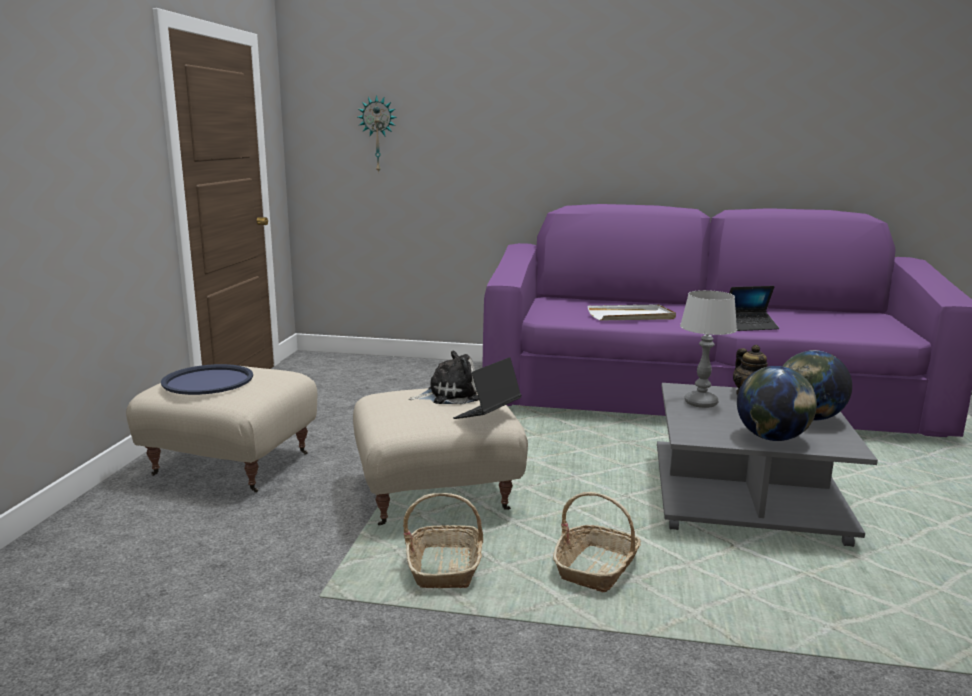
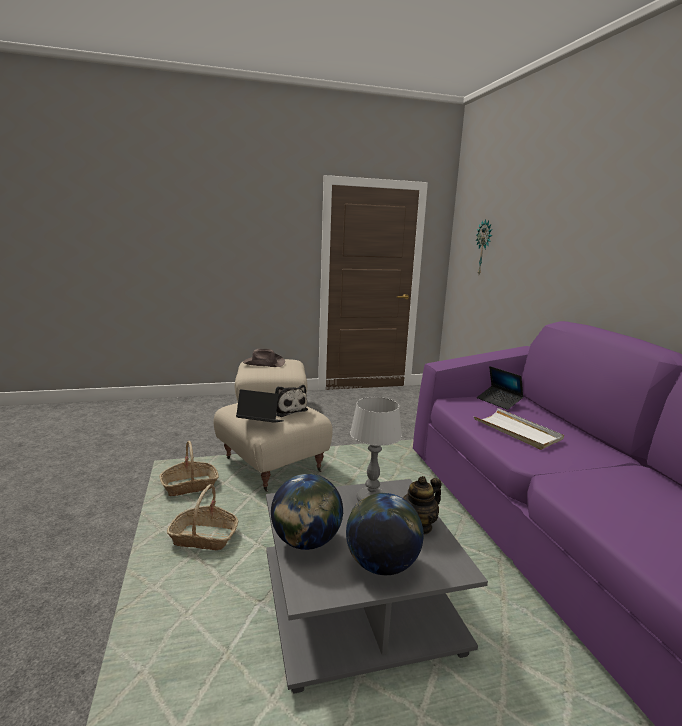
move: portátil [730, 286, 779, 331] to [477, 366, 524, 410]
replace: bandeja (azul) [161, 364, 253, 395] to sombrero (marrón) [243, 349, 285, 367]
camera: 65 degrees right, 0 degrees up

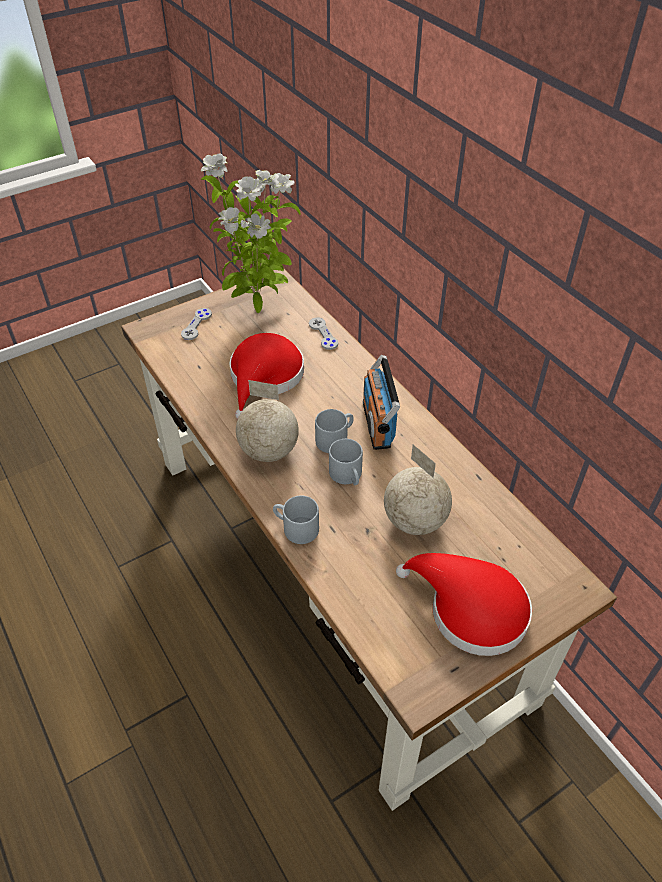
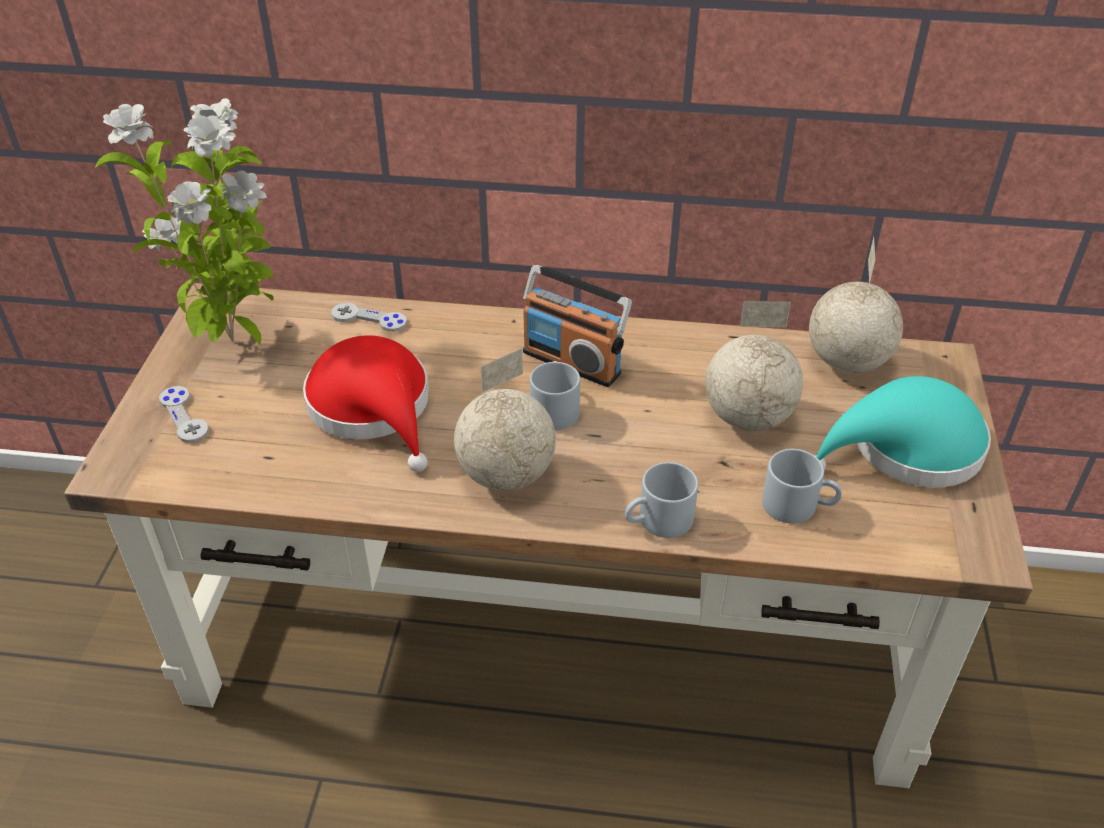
insert: globo terráqueo [809, 237, 903, 373]
move: taza grande (gris) [329, 439, 363, 485] to [762, 449, 842, 524]
recolor: sombrero (rojo) [396, 553, 532, 656] to sombrero (turquesa) [814, 376, 991, 488]
camera: 50 degrees left, 5 degrees down

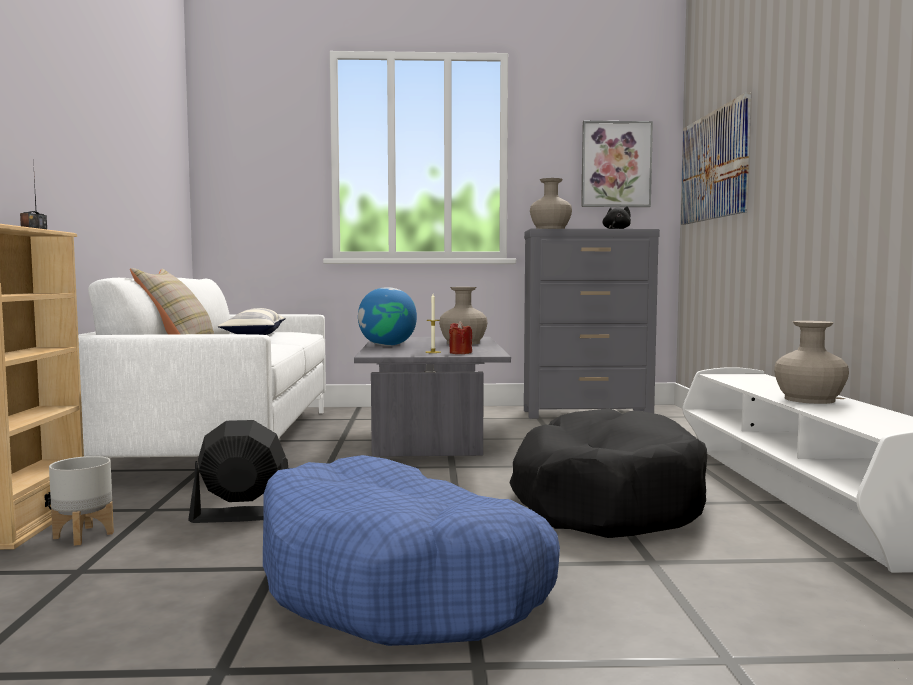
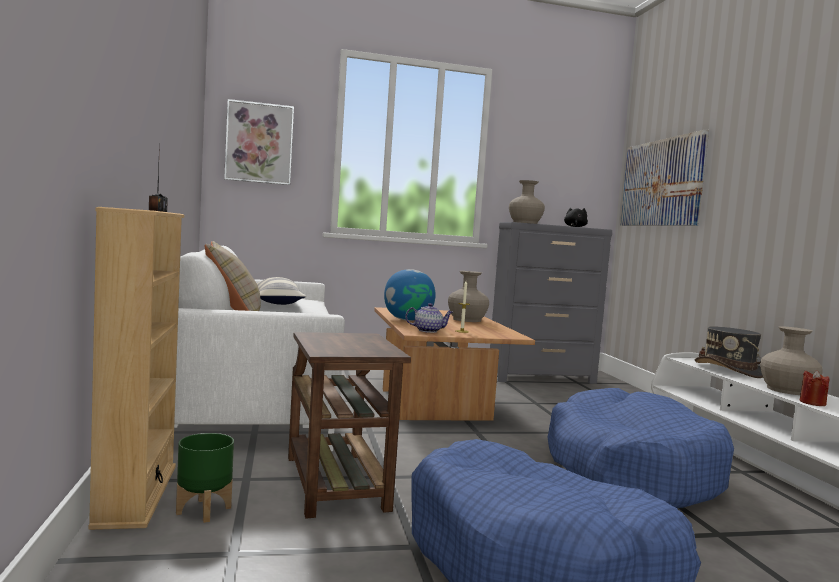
insert: tetera [405, 303, 453, 333]; sombrero (gris) [694, 326, 763, 378]
move: cuadro [581, 121, 653, 207] to [224, 99, 294, 185]; vela (rojo) [449, 321, 472, 354] to [800, 370, 829, 406]
replace: ventilador (negro) [188, 420, 288, 523] to mesa auxiliar (marrón) [288, 332, 411, 518]
recolor: mesa de centro (gris) [354, 337, 511, 457] to mesa de centro (marrón) [374, 307, 535, 421]; cama para perro (negro) [509, 408, 707, 538] to cama para perro (azul) [547, 388, 734, 508]; maceta (gris) [49, 456, 114, 546] to maceta (verde) [176, 433, 234, 523]
camera: 10 degrees left, 0 degrees up

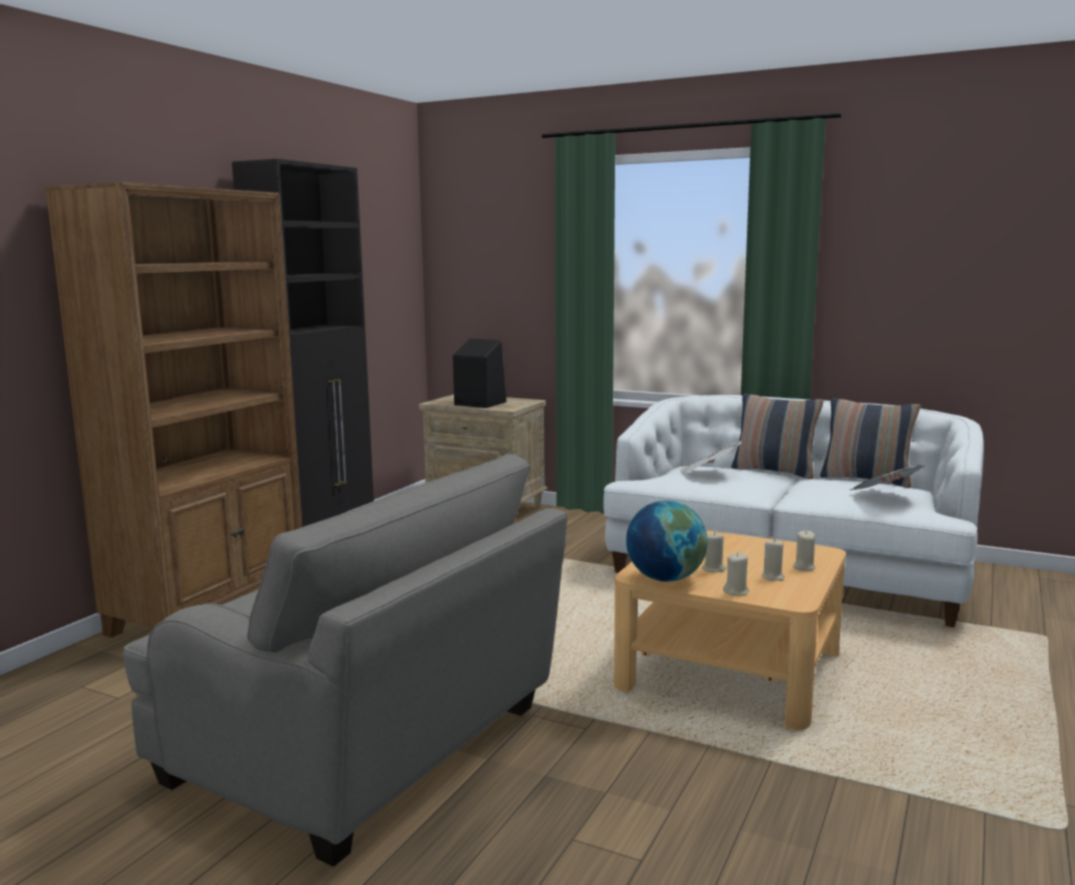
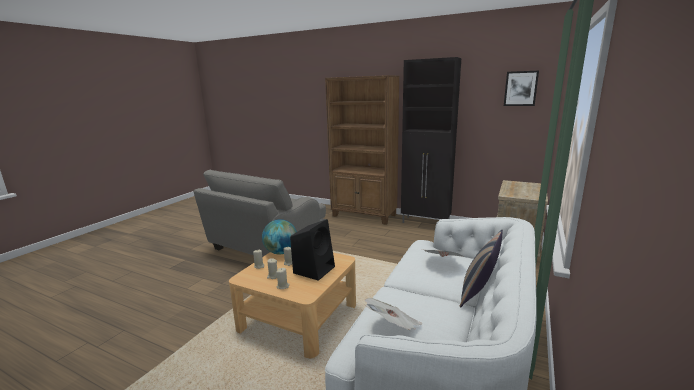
delete: cojín [820, 398, 920, 488]
insert: cuadro [504, 71, 539, 106]
move: altavoz (negro) [453, 338, 507, 408] to [290, 219, 335, 281]
camera: 90 degrees right, 5 degrees up

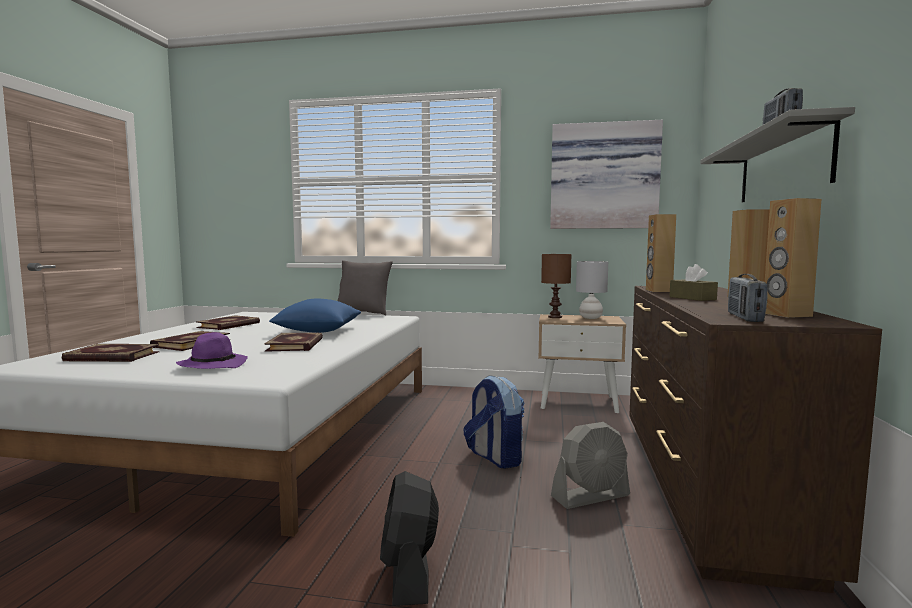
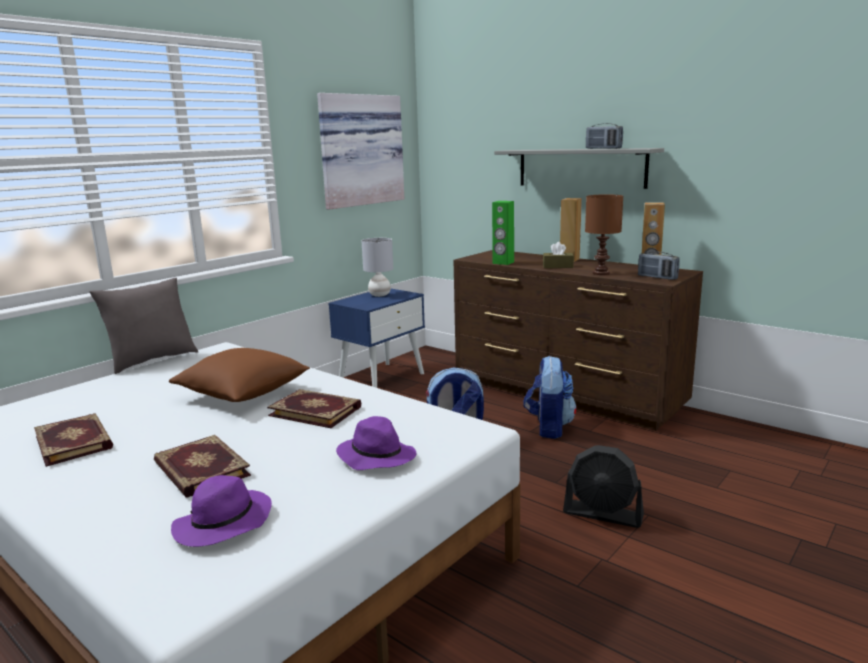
move: lámpara de mesa (marrón) [541, 254, 571, 318] to [585, 194, 623, 275]
replace: libro [62, 344, 159, 362] to sombrero (morado) [171, 475, 272, 547]; ventilador (gris) [551, 422, 630, 509] to mochila [524, 356, 577, 439]
recolor: altavoz (marrón) [646, 214, 676, 292] to altavoz (verde) [492, 201, 514, 265]; cojín (azul) [269, 299, 361, 333] to cojín (marrón) [169, 348, 310, 402]; mesita de noche (beis) [538, 314, 626, 413] to mesita de noche (azul) [328, 289, 425, 388]
camera: 60 degrees left, 10 degrees up

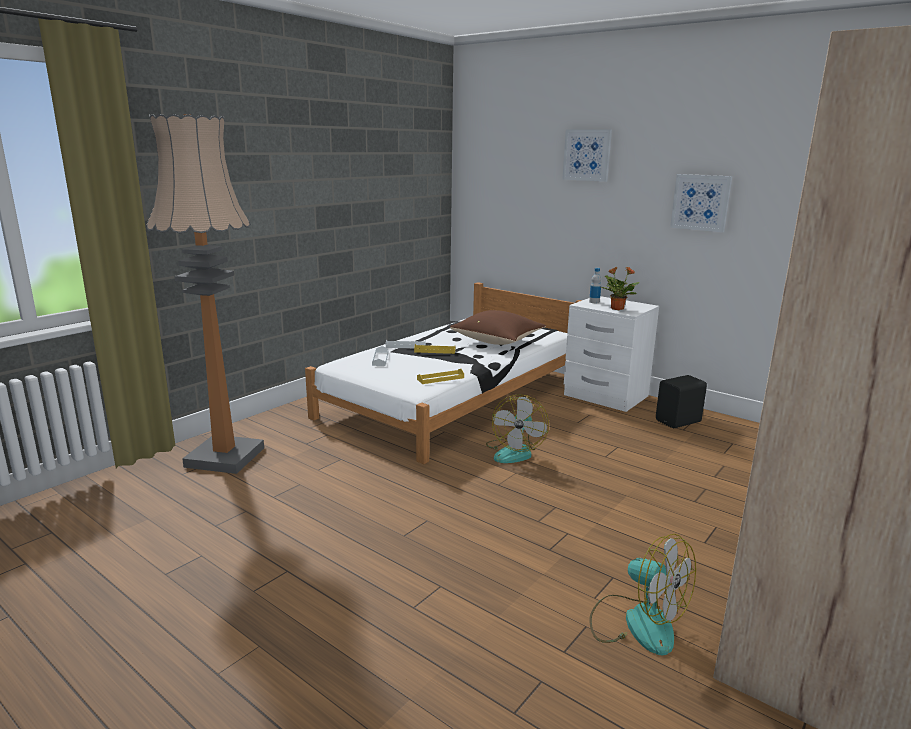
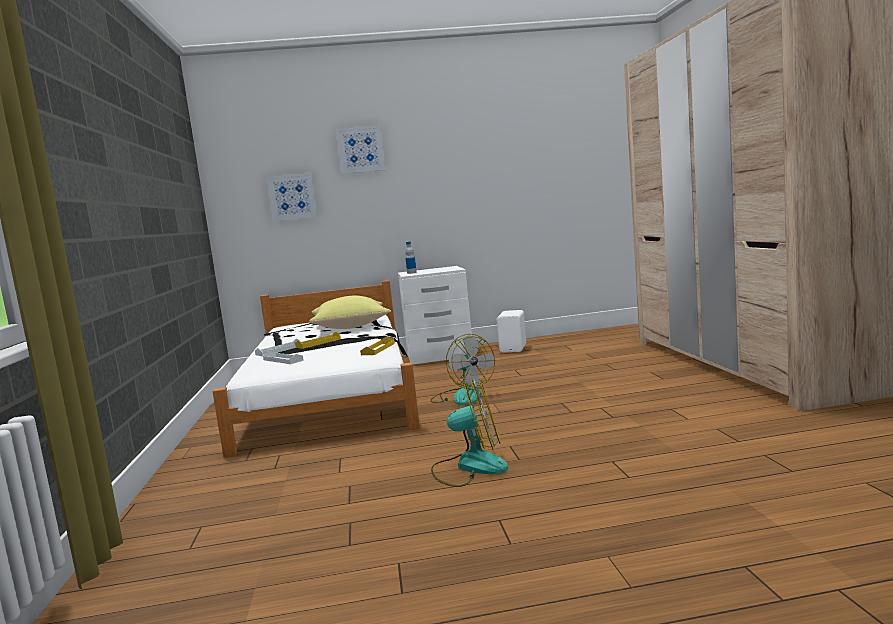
delete: lámpara de pie [146, 114, 264, 474]; planta en maceta [601, 267, 640, 310]
move: cuadro [670, 174, 732, 232] to [266, 172, 318, 222]; ventilador [589, 534, 696, 655] to [431, 378, 508, 487]
recolor: cojín (marrón) [450, 310, 546, 345] to cojín (amarillo) [309, 296, 391, 329]; altavoz (negro) [656, 375, 707, 428] to altavoz (blanco) [497, 310, 526, 353]
camera: 45 degrees left, 10 degrees down

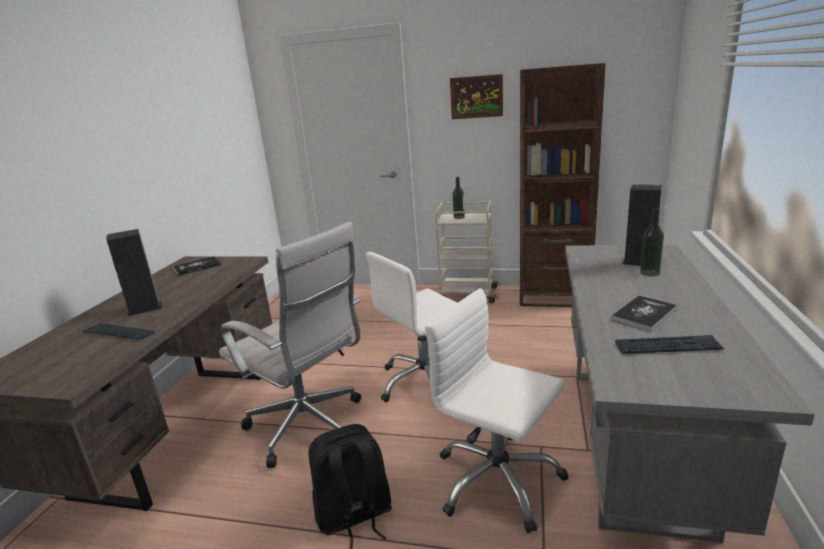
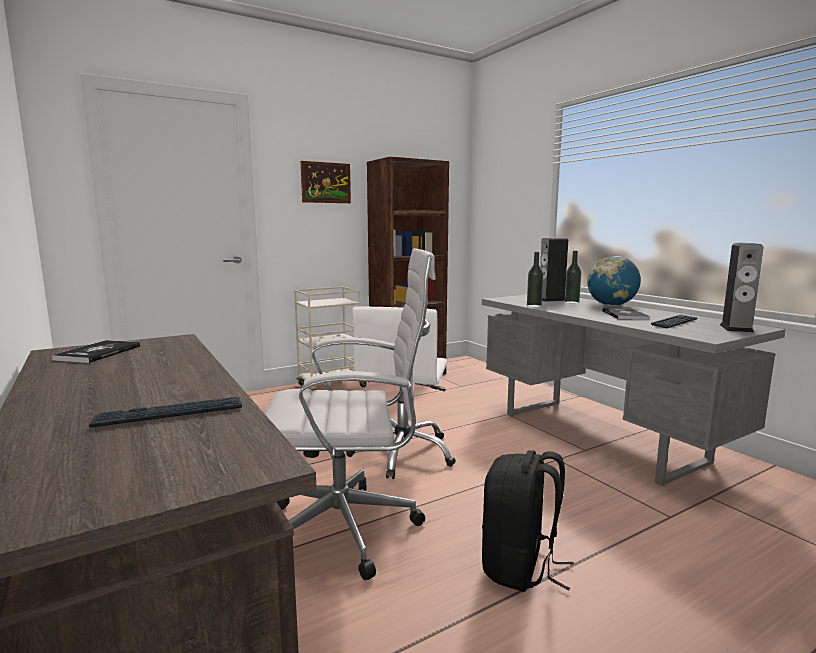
delete: silla de oficina (blanco) [425, 288, 569, 534]
insert: globo terráqueo [587, 256, 641, 306]
move: botella [453, 177, 465, 219] to [527, 252, 543, 307]; altavoz [106, 229, 162, 316] to [720, 243, 763, 333]
camera: 45 degrees left, 10 degrees down

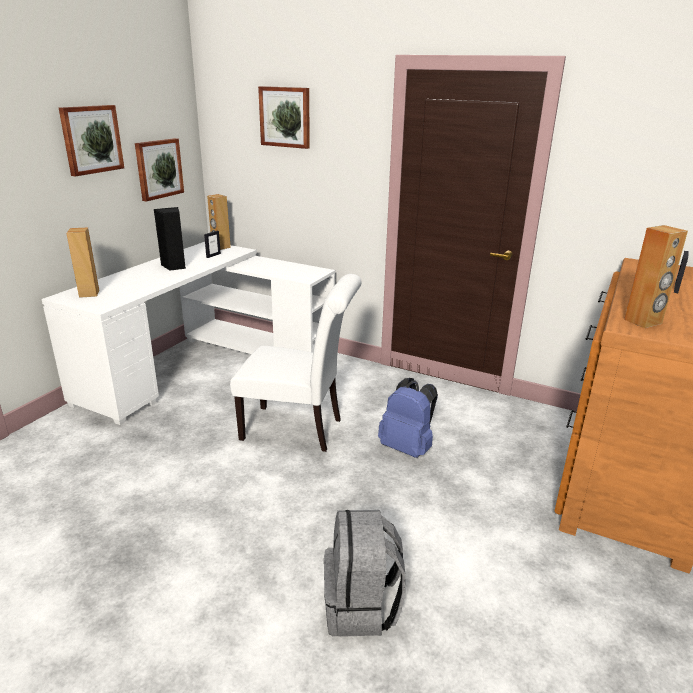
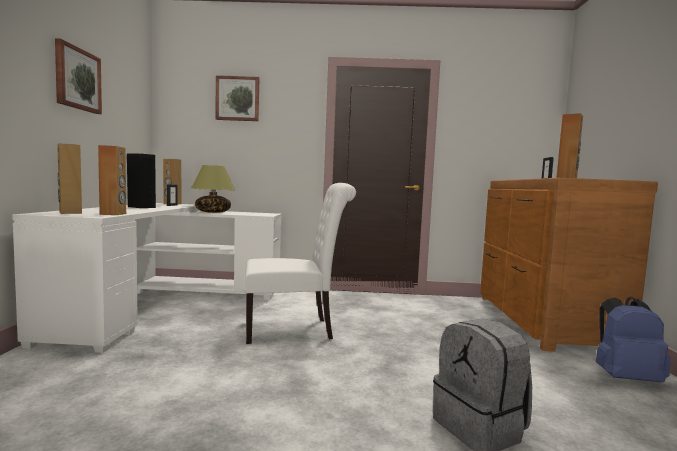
delete: cuadro [135, 138, 184, 202]
insert: altavoz (marrón) [98, 145, 126, 215]; lámpara de mesa [191, 165, 235, 213]
move: mochila (azul) [378, 378, 438, 458] to [596, 297, 671, 383]
camera: 25 degrees left, 20 degrees down

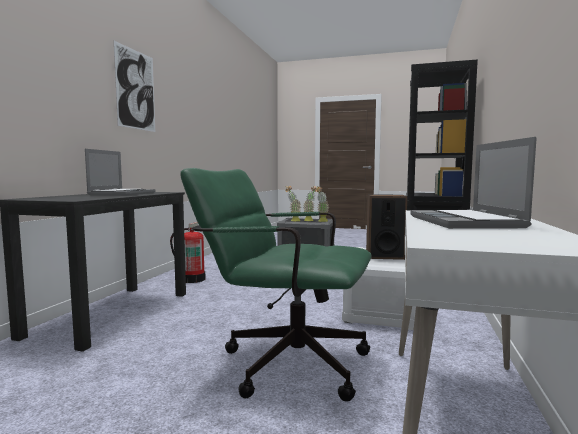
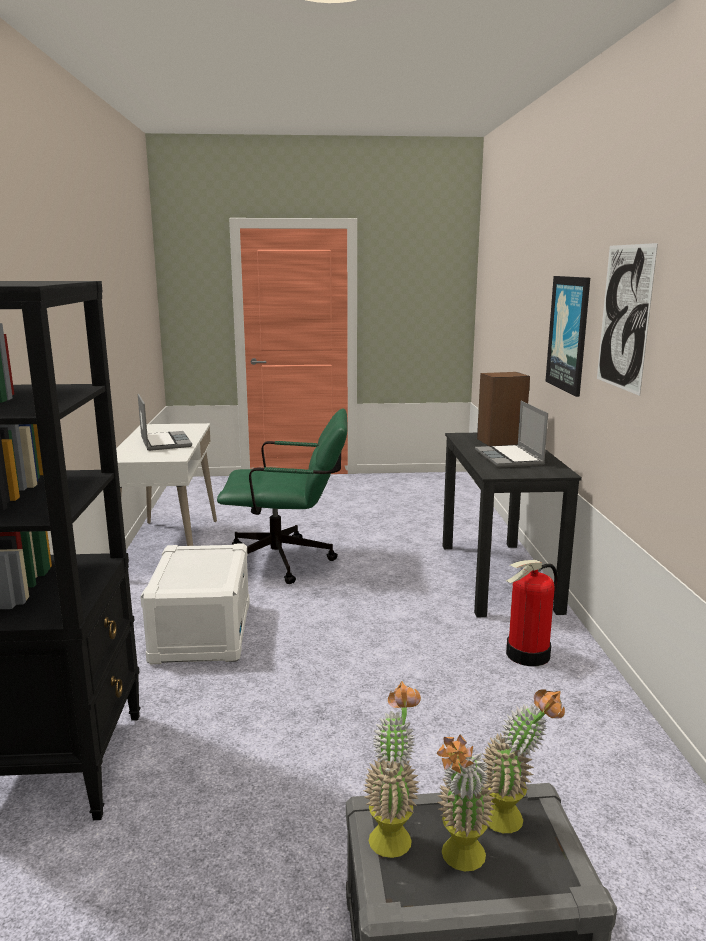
insert: cuadro [546, 276, 590, 397]
move: altavoz [366, 194, 408, 260] to [477, 372, 530, 446]
camera: 160 degrees right, 10 degrees up

